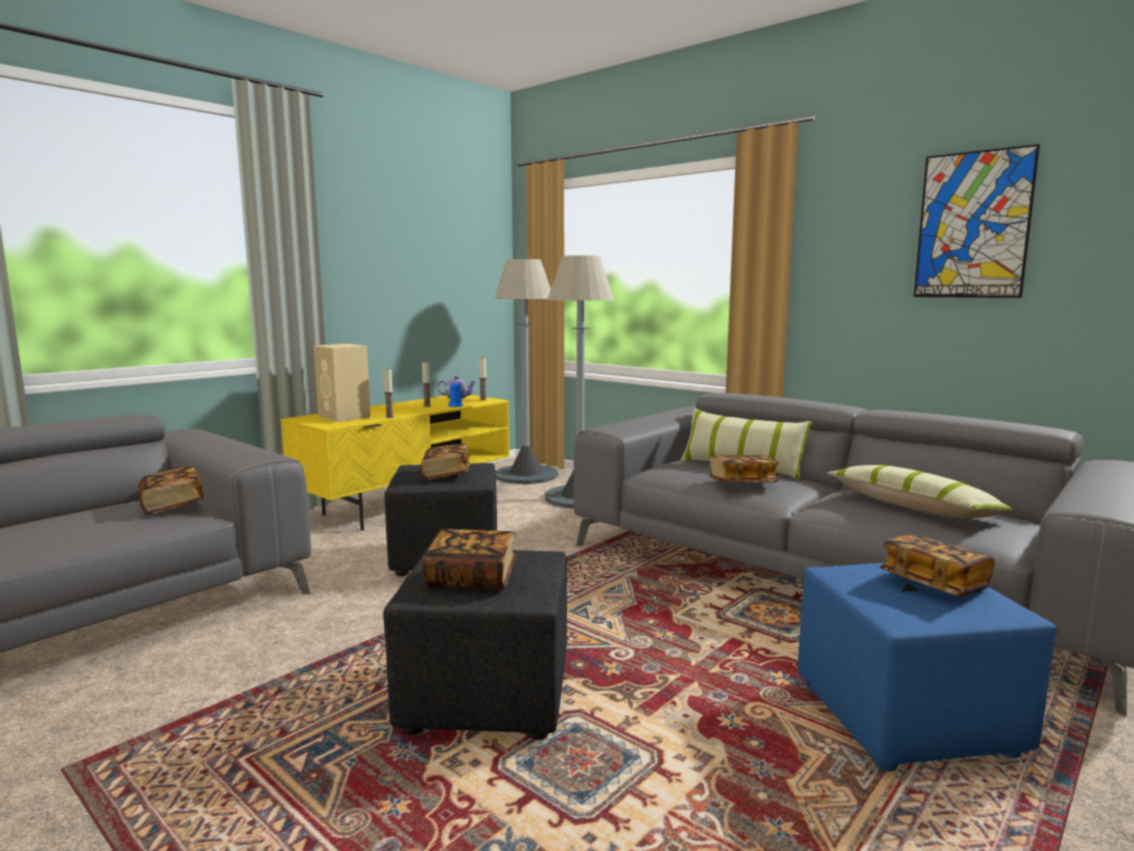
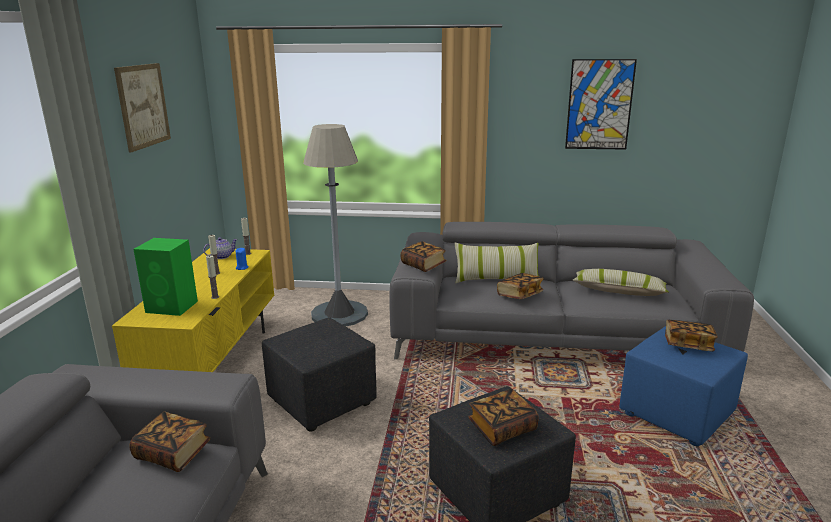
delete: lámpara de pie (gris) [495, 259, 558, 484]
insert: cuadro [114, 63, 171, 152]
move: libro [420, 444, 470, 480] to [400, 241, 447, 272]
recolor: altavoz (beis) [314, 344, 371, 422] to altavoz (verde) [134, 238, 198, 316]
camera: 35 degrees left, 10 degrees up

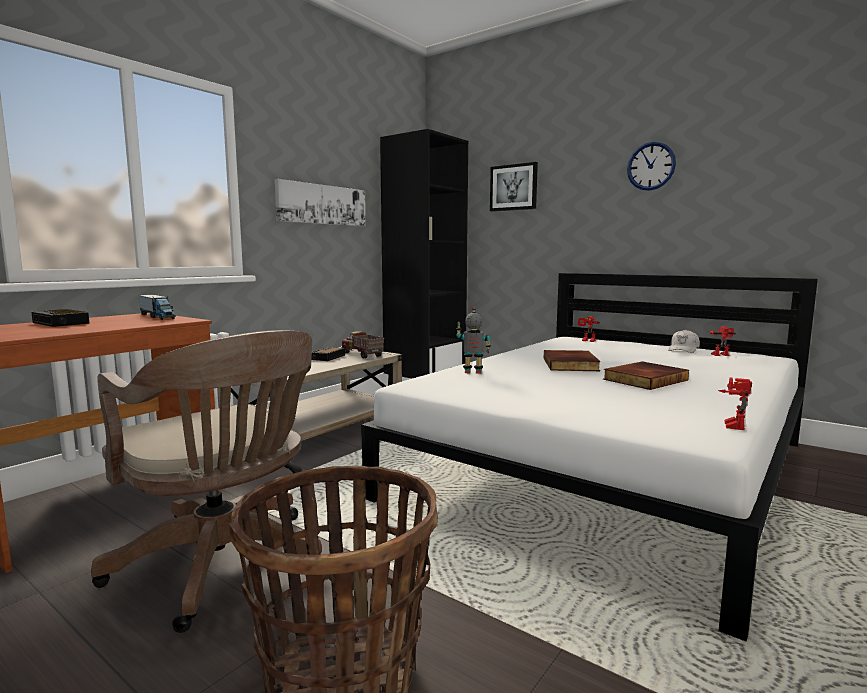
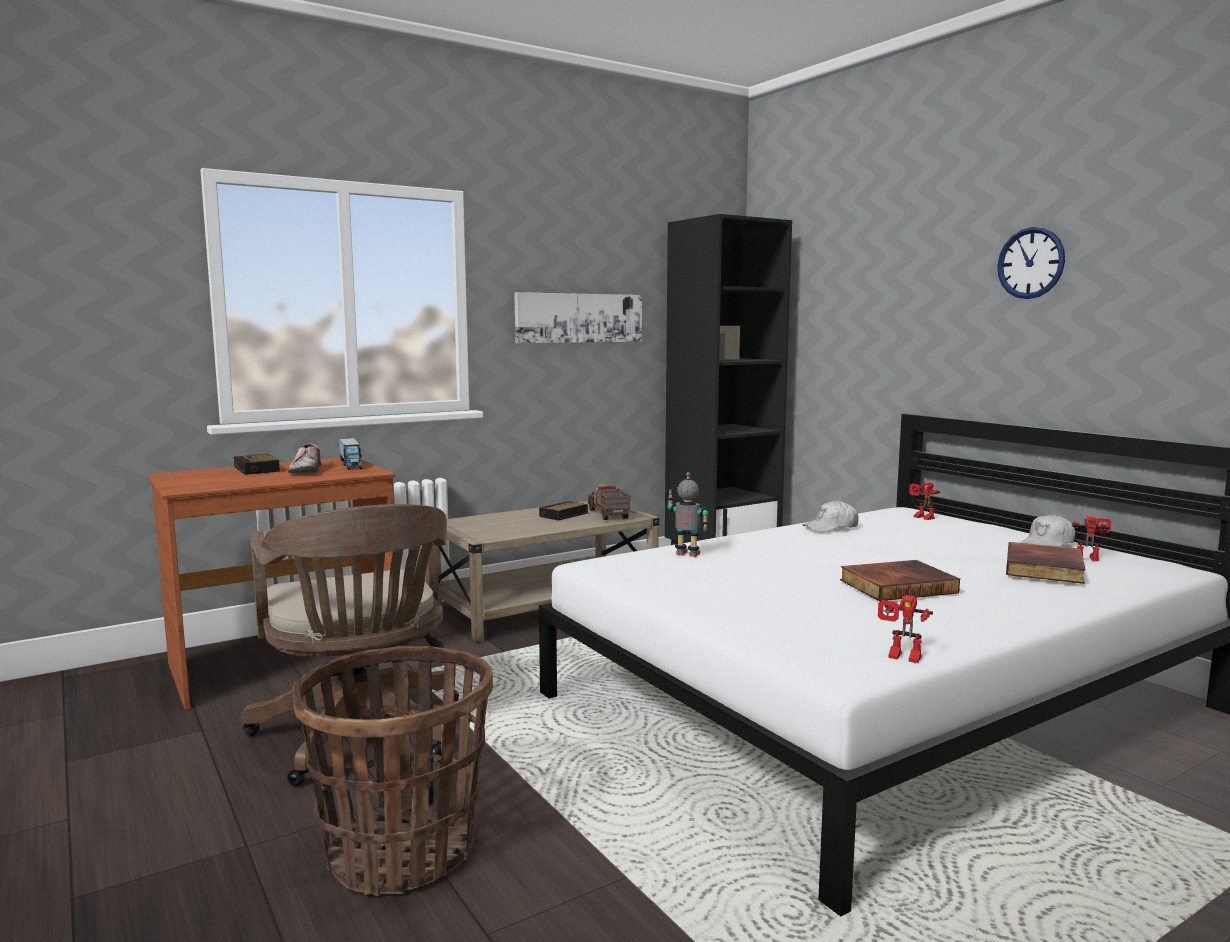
delete: cuadro [490, 162, 538, 211]
insert: zapato [288, 443, 321, 474]; gorra (blanco) [803, 500, 859, 532]
move: libro [544, 350, 600, 371] to [1006, 542, 1086, 584]
rotate: robot de juguete [718, 377, 752, 430] = [878, 595, 933, 663] 105 degrees counterclockwise
camera: 20 degrees right, 0 degrees up

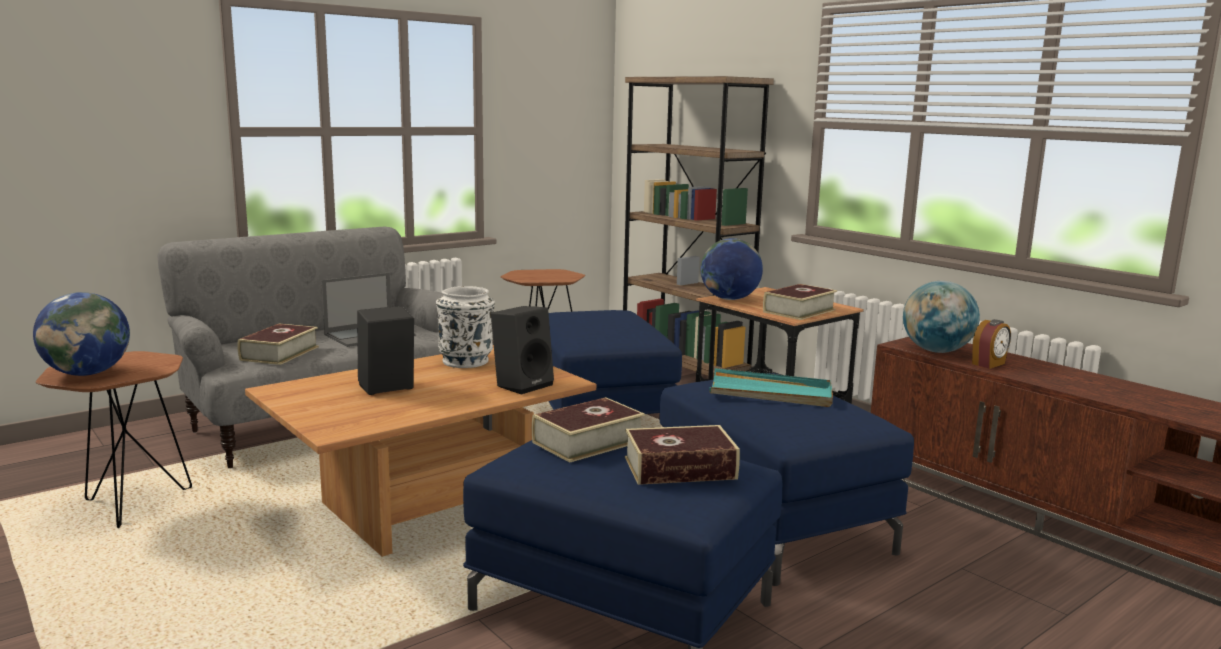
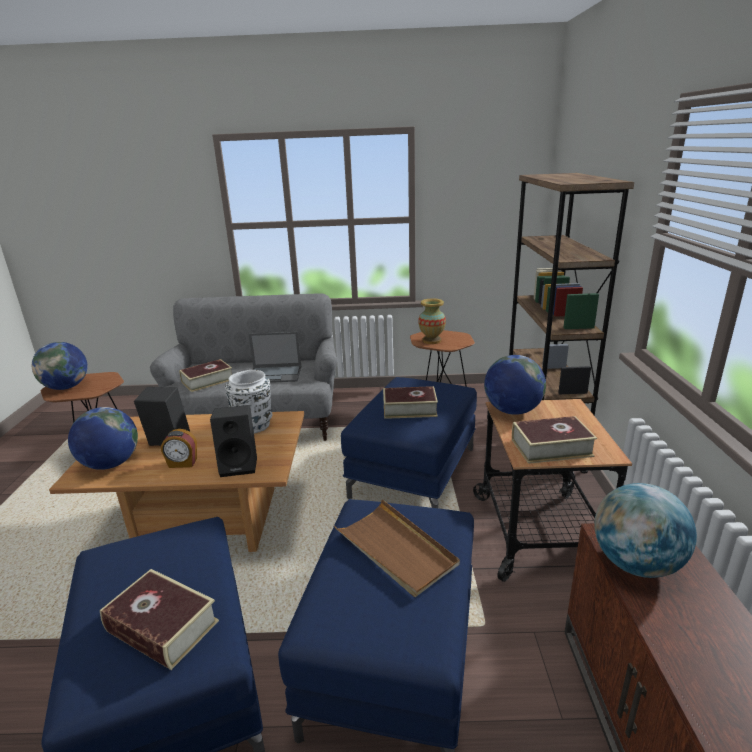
insert: florero [418, 299, 446, 344]; globo terráqueo [68, 407, 138, 470]
move: despertador [972, 319, 1011, 369] to [161, 429, 197, 468]; libro [532, 397, 645, 463] to [383, 386, 438, 419]
recolor: bandeja (turquesa) [709, 368, 833, 407] to bandeja (marrón) [334, 499, 460, 597]
camera: 40 degrees right, 10 degrees up

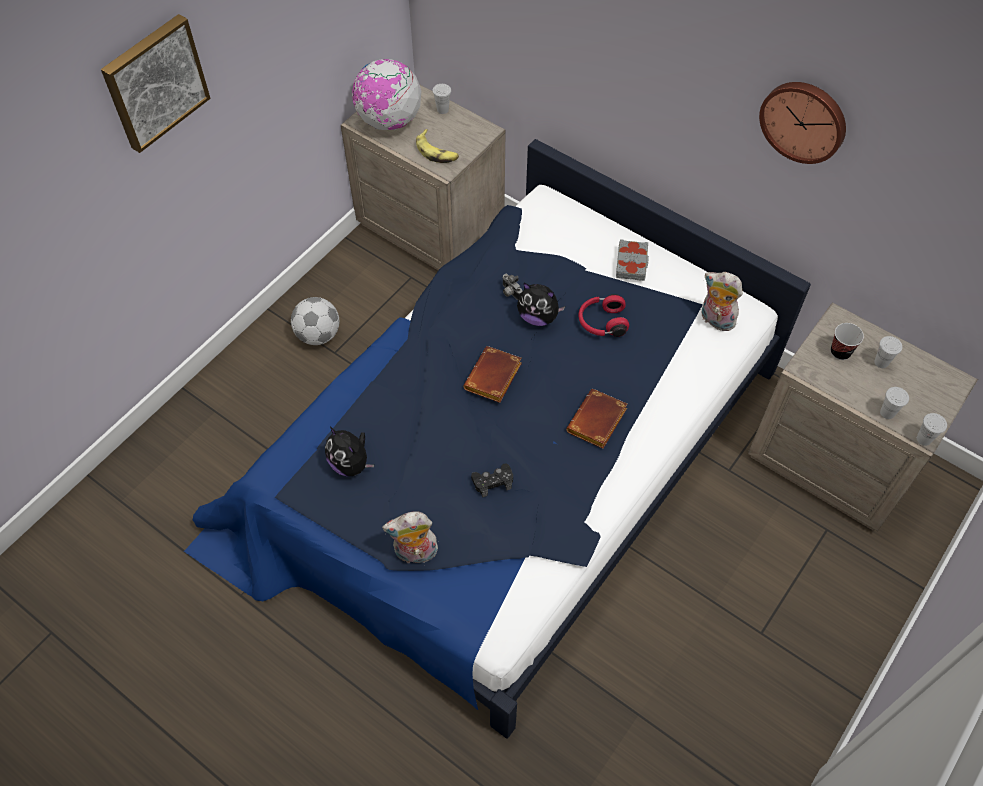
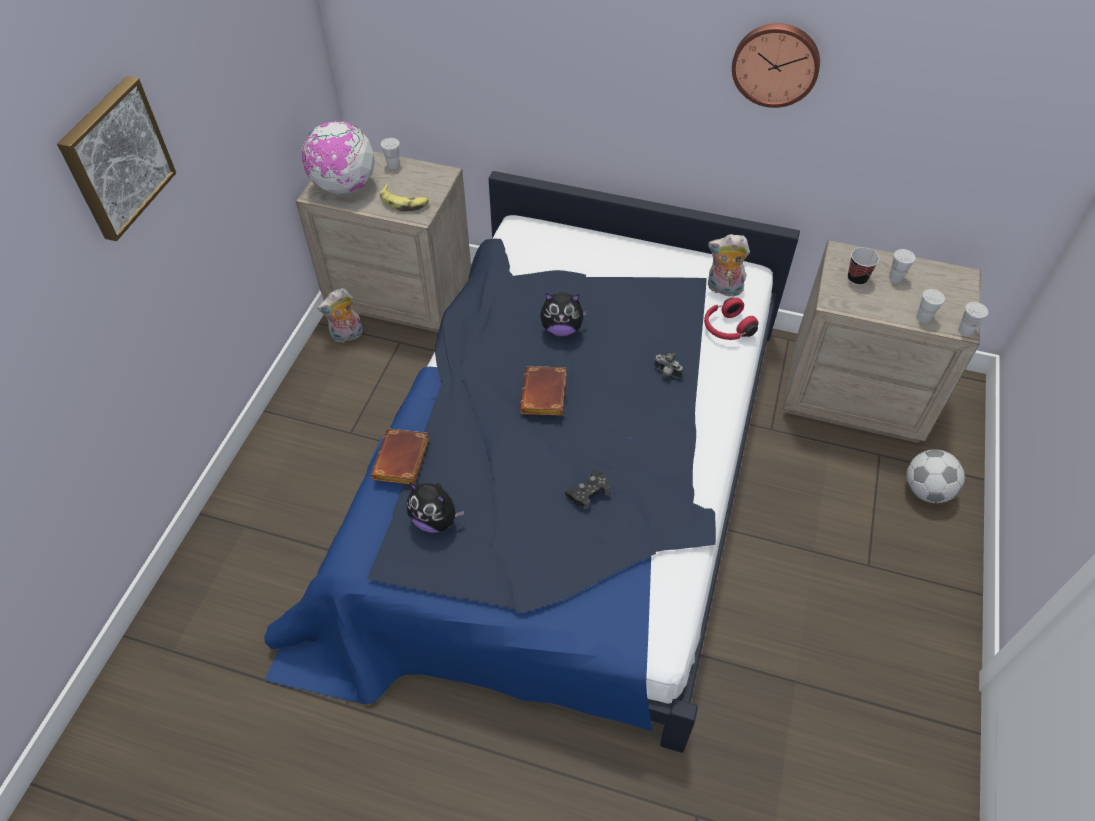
delete: libro (gris) [616, 239, 649, 281]
move: cámara [502, 274, 522, 300] to [654, 353, 683, 378]; auriculares (rojo) [578, 294, 629, 337] to [704, 298, 758, 340]; balón de fútbol [291, 297, 340, 345] to [906, 449, 965, 503]; libro (marrón) [566, 389, 627, 449] to [371, 429, 429, 485]; peluche [382, 511, 438, 563] to [317, 288, 363, 343]
camera: 20 degrees left, 5 degrees down

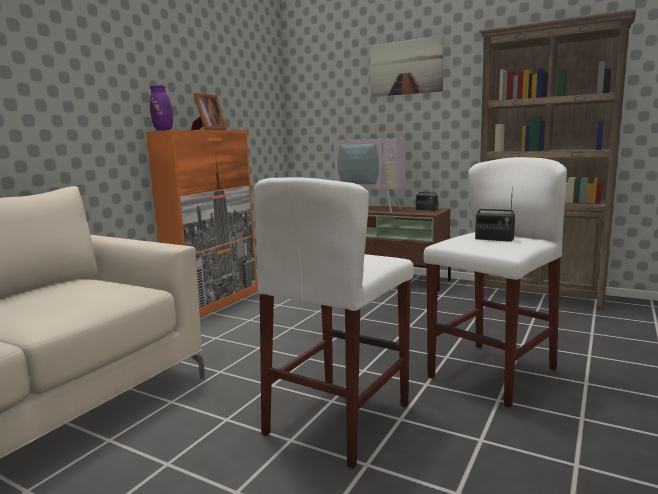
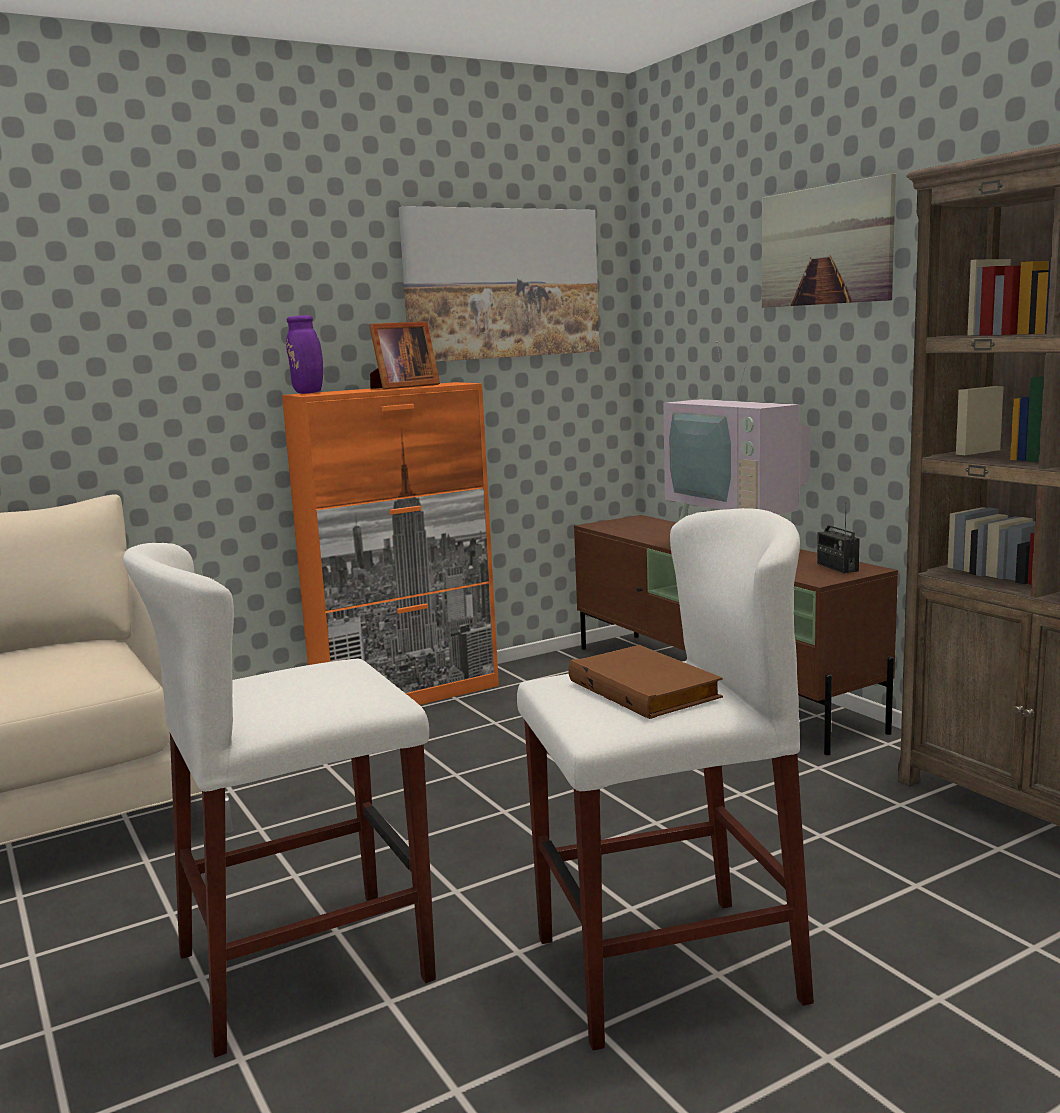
insert: cuadro [399, 206, 599, 362]
replace: radio [475, 187, 515, 242] to libro (marrón) [568, 645, 723, 719]
camera: 30 degrees right, 0 degrees up

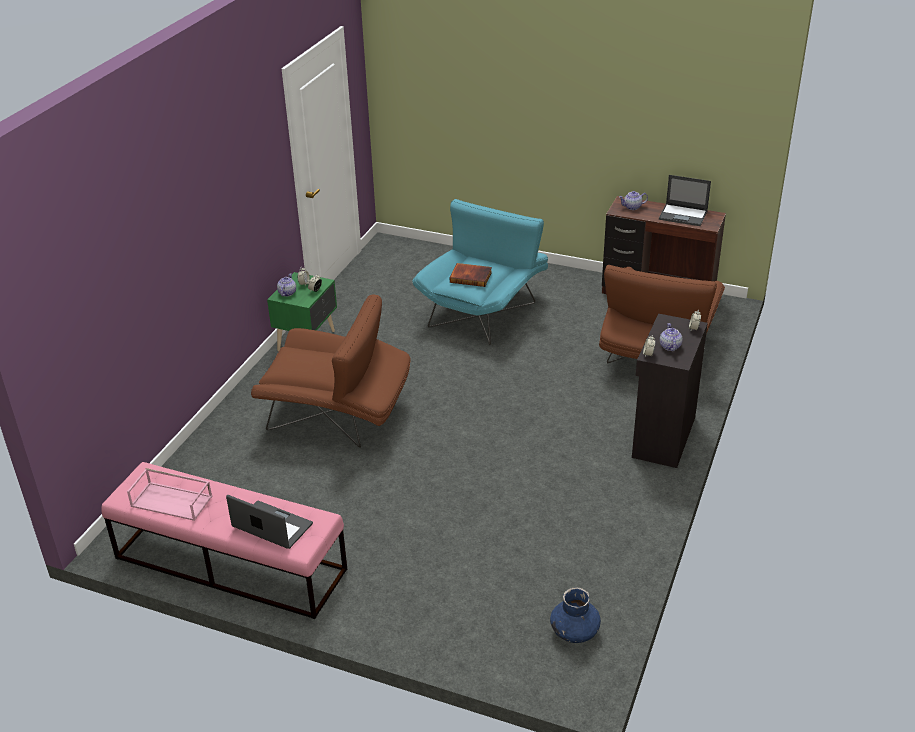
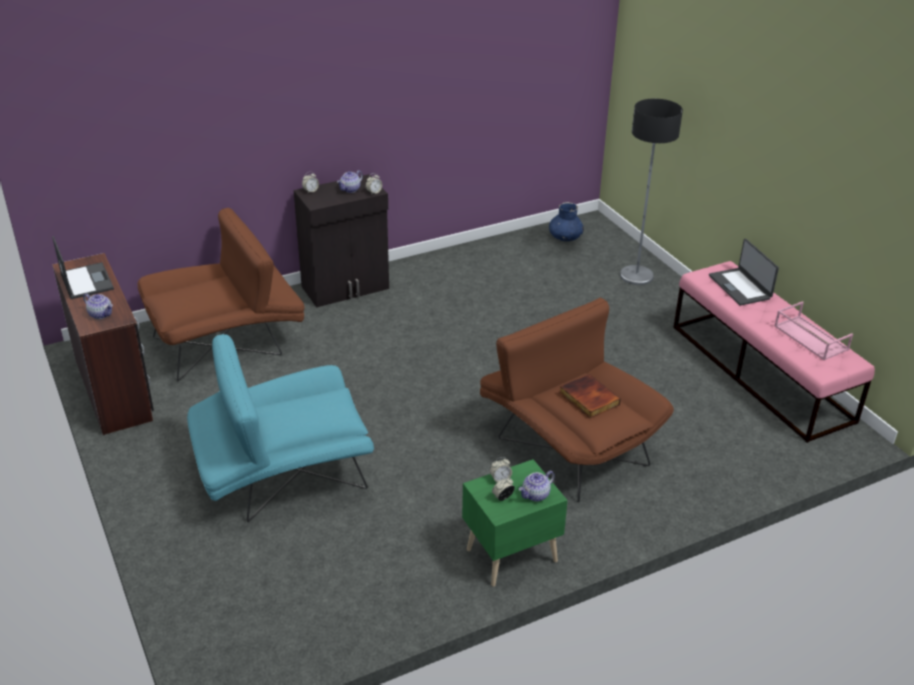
insert: lámpara de pie [620, 99, 683, 285]
move: libro [450, 263, 492, 287] to [559, 374, 621, 418]
camera: 140 degrees left, 0 degrees up

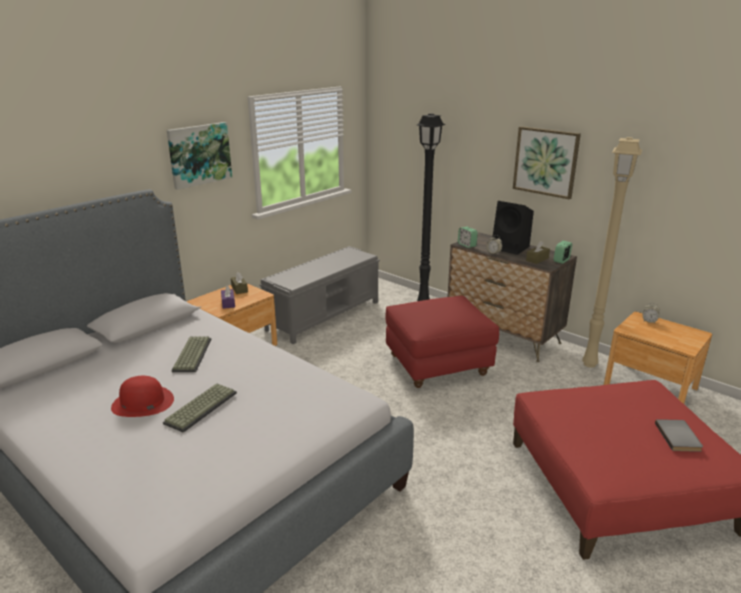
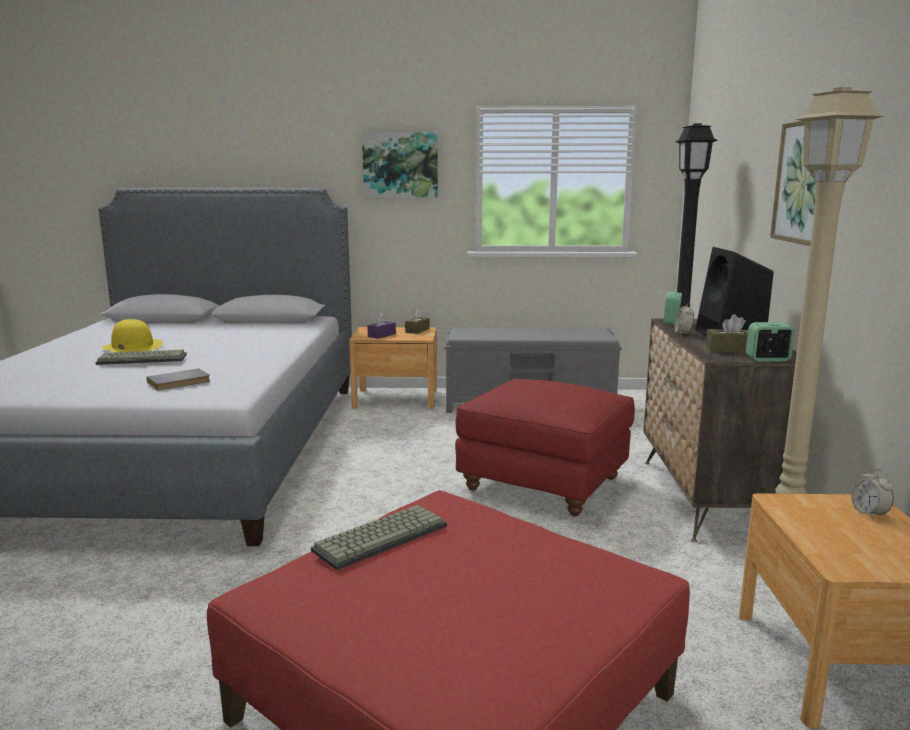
move: teclado [172, 336, 211, 372] to [311, 505, 447, 570]; libro (gris) [655, 419, 703, 452] to [146, 369, 210, 390]
recolor: sombrero (rojo) [111, 376, 174, 417] to sombrero (amarillo) [102, 319, 163, 353]
camera: 50 degrees right, 10 degrees down

